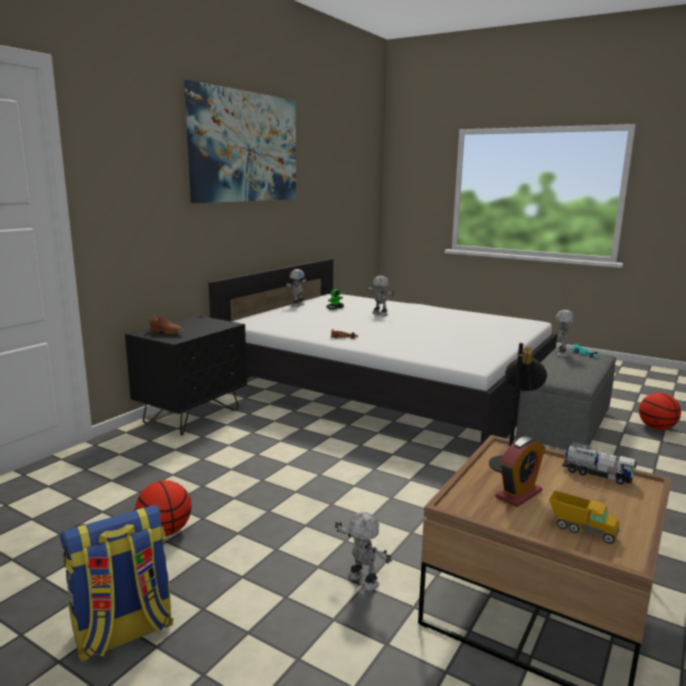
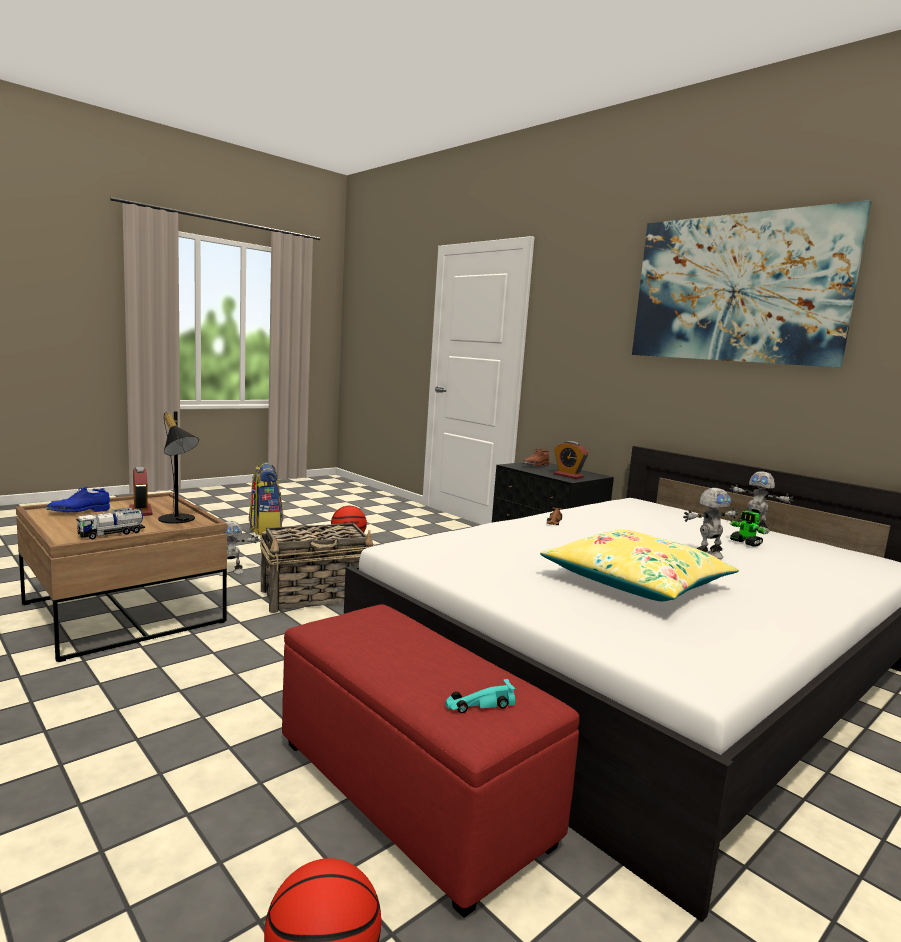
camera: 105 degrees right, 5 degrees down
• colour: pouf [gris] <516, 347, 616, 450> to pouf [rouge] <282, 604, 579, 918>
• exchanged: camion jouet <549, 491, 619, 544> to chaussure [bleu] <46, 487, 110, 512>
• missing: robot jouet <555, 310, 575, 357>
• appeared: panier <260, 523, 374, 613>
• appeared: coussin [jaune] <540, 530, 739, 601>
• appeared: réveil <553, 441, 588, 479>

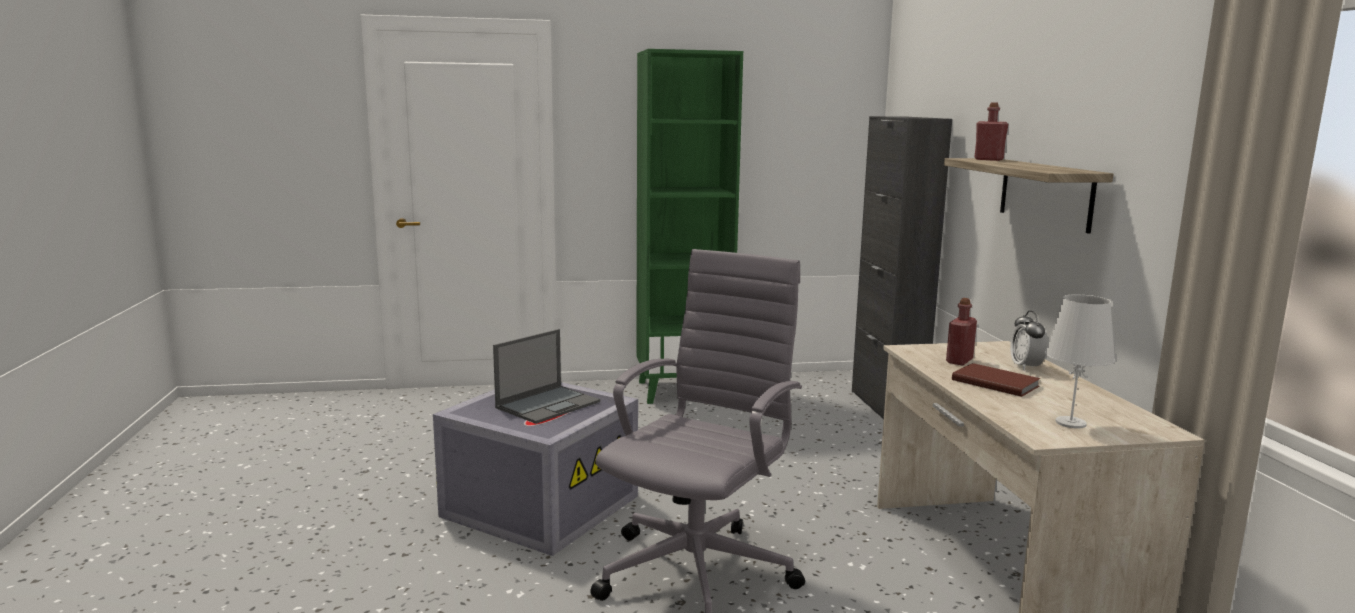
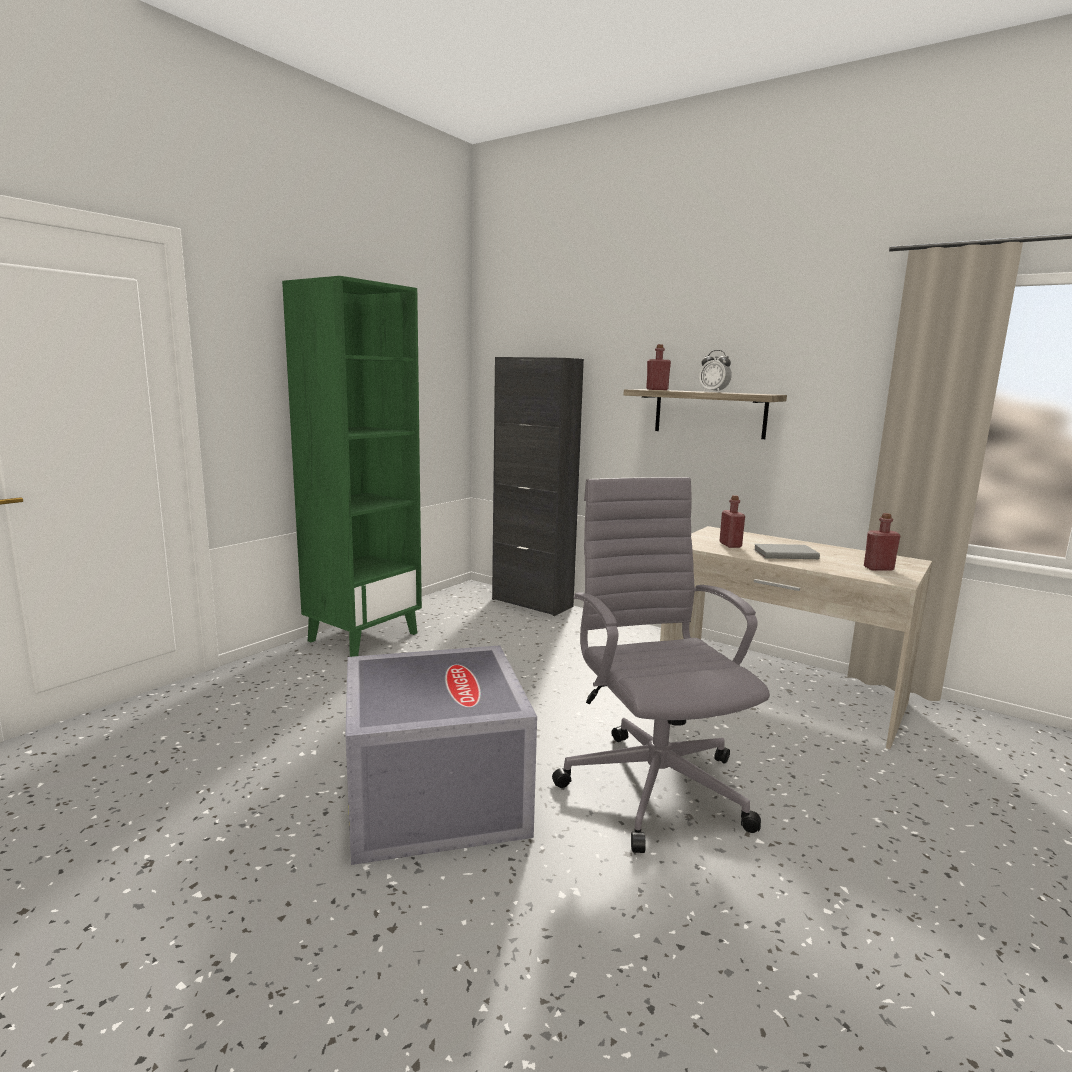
camera: 45 degrees left, 0 degrees up
• missing: ordinateur portable <493, 329, 600, 424>
• colour: livre [marron] <952, 363, 1041, 397> to livre [gris] <753, 544, 820, 559>
• relocated: réveil <1010, 311, 1047, 371> to <699, 350, 732, 392>
• exchanged: lampe de table [blanc] <1045, 294, 1115, 429> to bouteille [rouge] <864, 513, 901, 571>

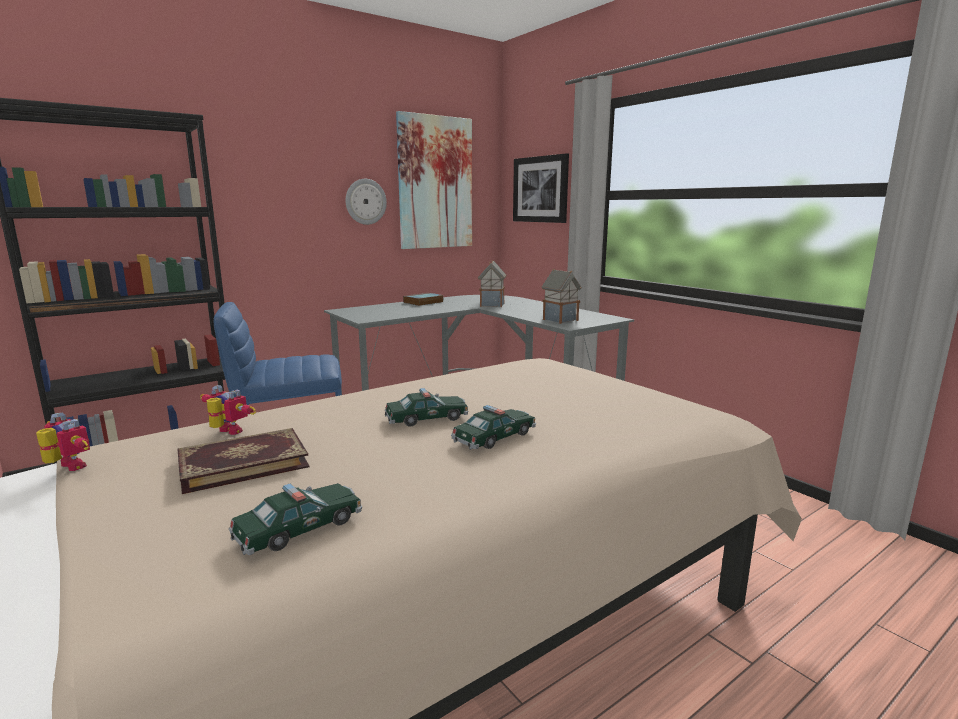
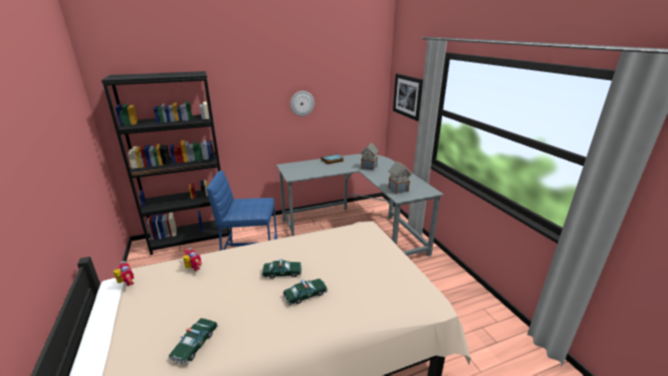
camera: 15 degrees right, 10 degrees up
• missing: livre <178, 428, 309, 494>
• spun: petite voiture <229, 483, 362, 555> = <169, 318, 218, 365> 135 degrees clockwise
• missing: tableau <396, 111, 472, 249>

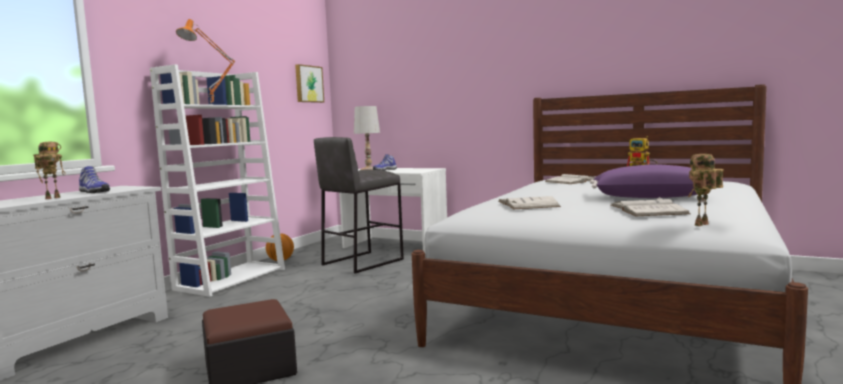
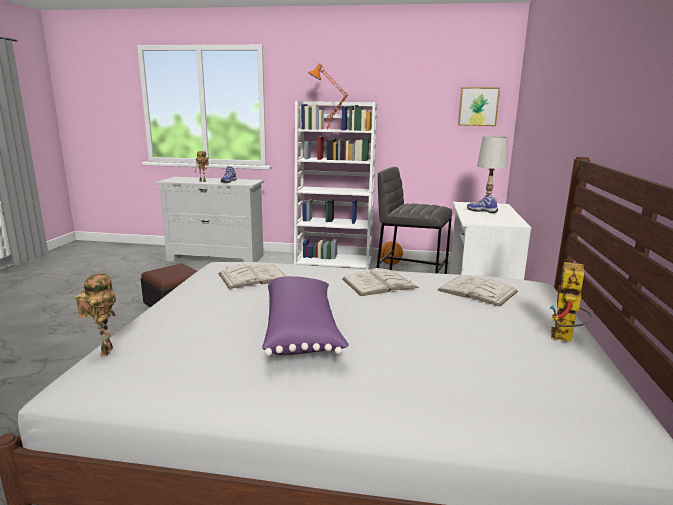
camera: 70 degrees right, 10 degrees up
• relocated: livre [blanc] <610, 197, 690, 216> to <342, 268, 419, 296>
• spun: robot jouet <688, 154, 724, 226> = <75, 273, 116, 356> 45 degrees clockwise

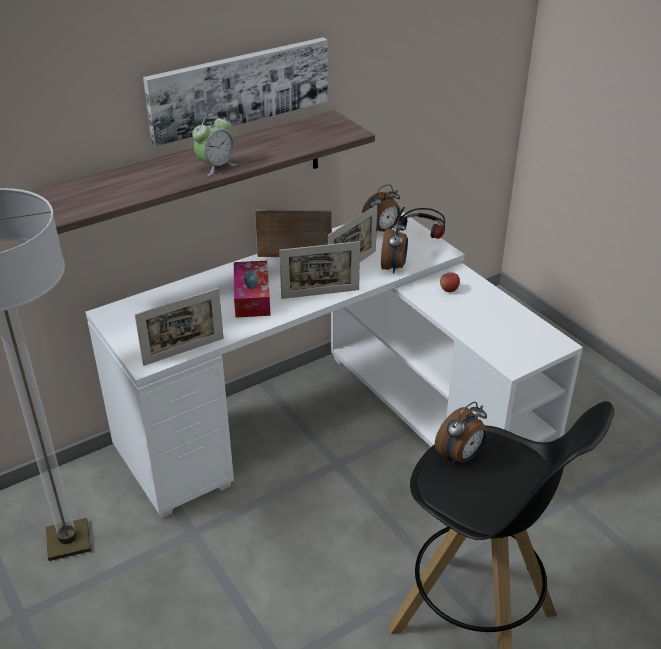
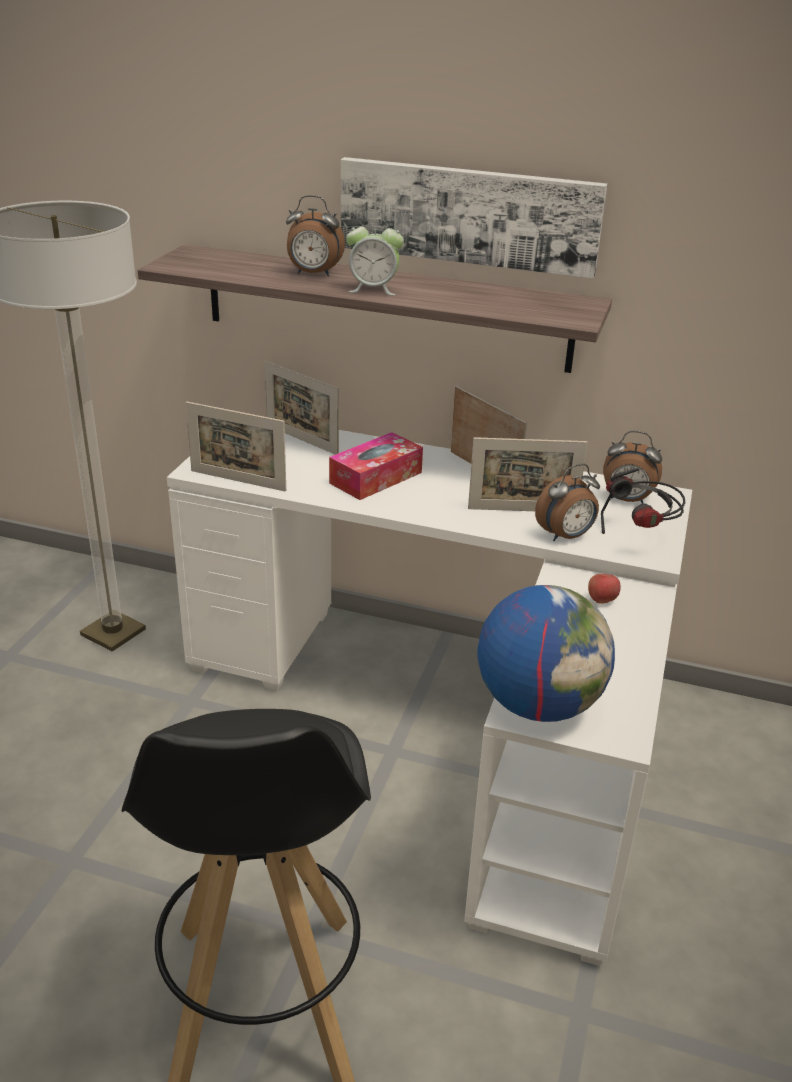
camera: 50 degrees right, 5 degrees down
• relocated: cadre photo <279, 241, 360, 299> to <265, 361, 339, 455>
• relocated: réveil <435, 402, 487, 465> to <286, 195, 345, 276>
• appeared: globe <477, 585, 615, 722>

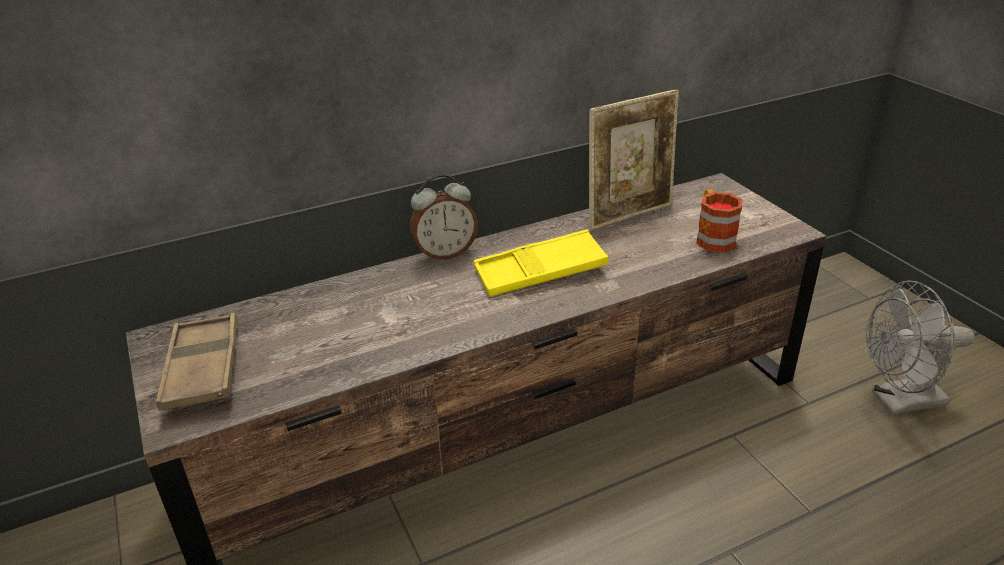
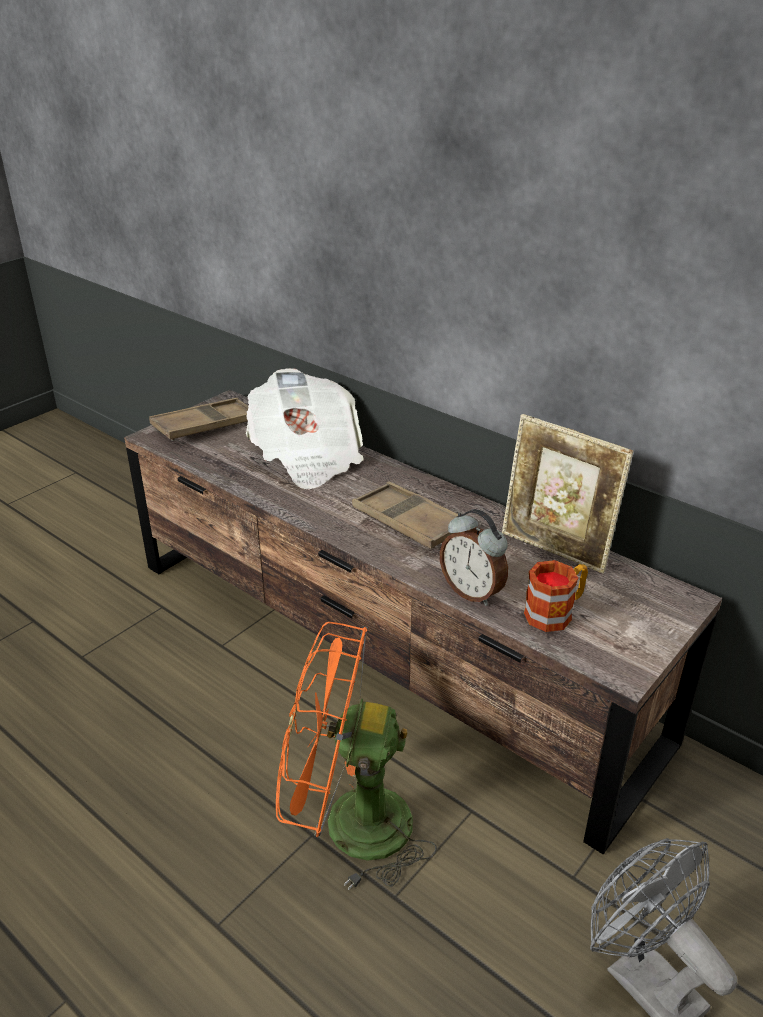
camera: 65 degrees right, 0 degrees up
• relocated: réveil <410, 174, 478, 261> to <440, 509, 508, 606>
• colour: plateau [jaune] <474, 229, 608, 297> to plateau [marron] <352, 482, 458, 549>
• appeared: journal <246, 368, 364, 490>
• appeared: ventilateur [orange] <276, 622, 437, 890>

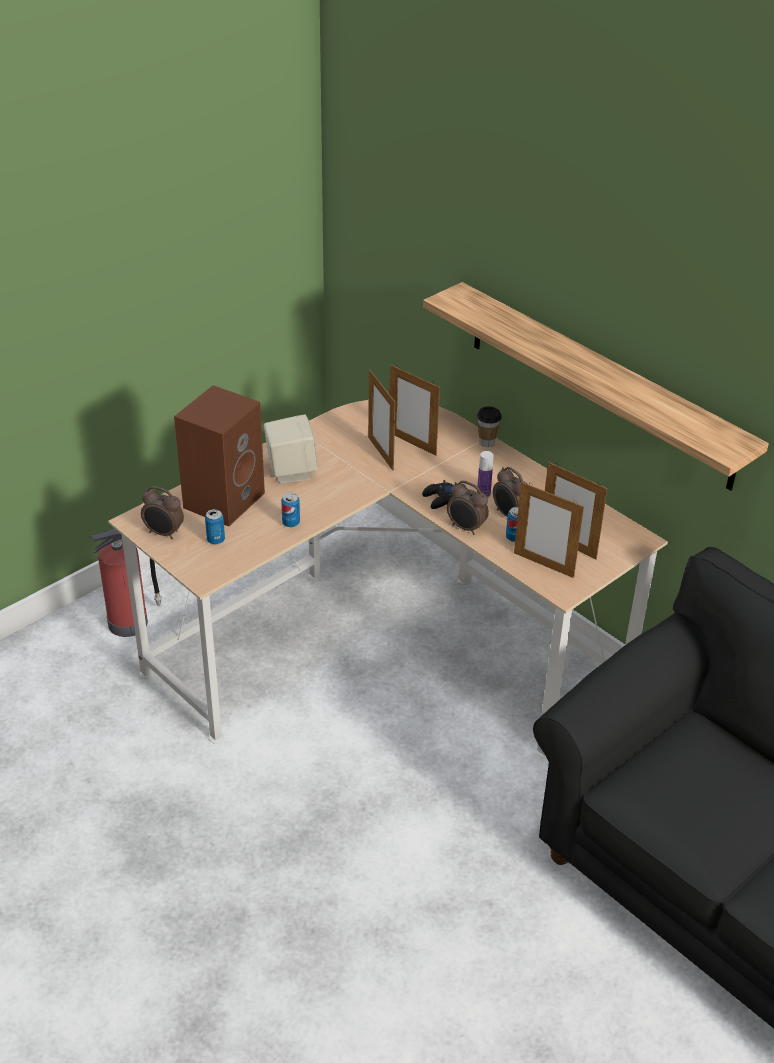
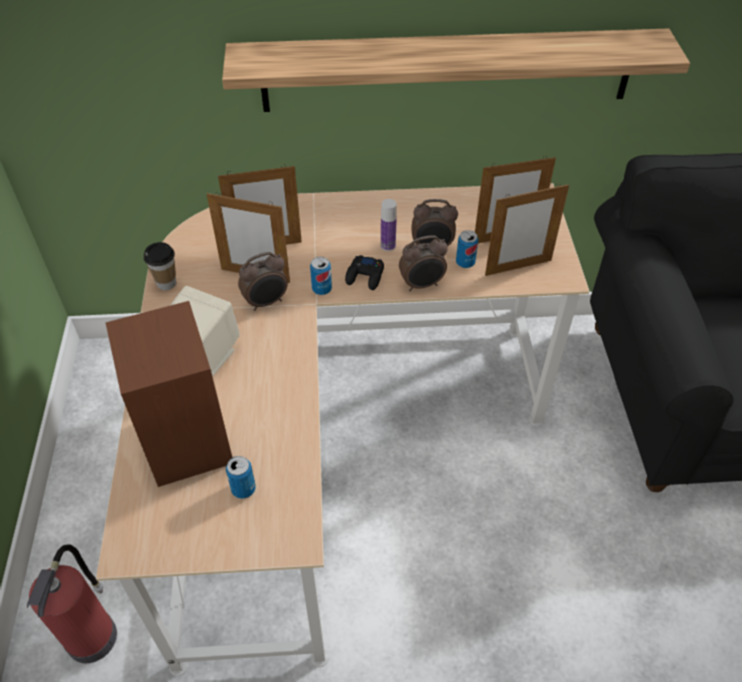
camera: 50 degrees left, 10 degrees up
• relocated: réveil <141, 486, 184, 539> to <238, 252, 288, 311>
• relocated: boîte métallique <281, 493, 300, 527> to <310, 257, 332, 295>
• relocated: tasse <477, 406, 502, 447> to <144, 242, 176, 290>

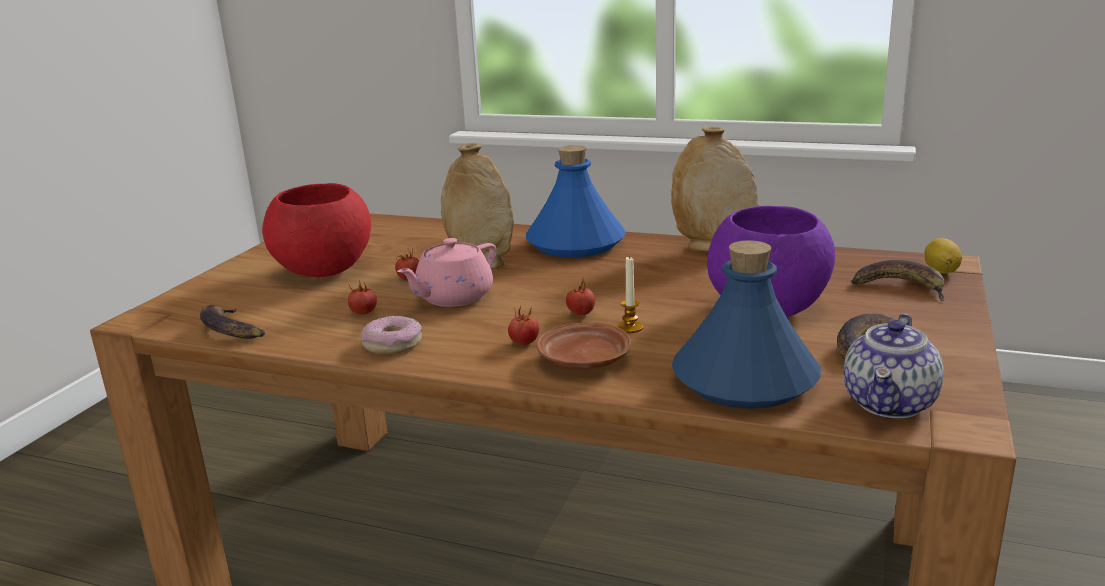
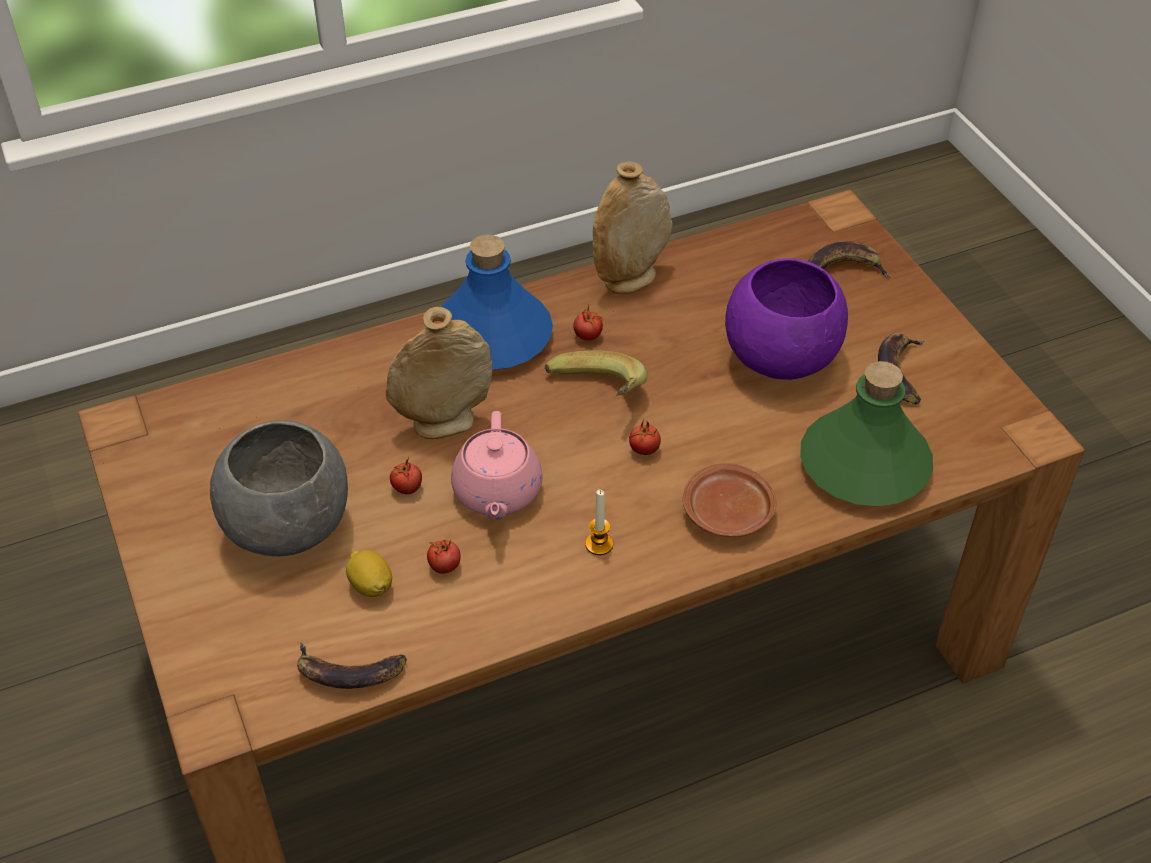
camera: 45 degrees left, 25 degrees up
• colour: bol [rouge] <262, 183, 371, 277> to bol [gris] <210, 420, 348, 556>
• missing: beignet <361, 316, 422, 354>
• relocated: tomate <508, 306, 539, 345> to <573, 304, 603, 341>
• relocated: bougie <617, 256, 643, 333> to <585, 490, 613, 555>
• colour: bouteille [bleu] <672, 240, 821, 409> to bouteille [vert] <800, 361, 933, 506>
• missing: théière <844, 314, 944, 418>
• relocated: citron <924, 238, 962, 273> to <346, 550, 392, 597>
• appeared: banane <545, 350, 647, 396>

